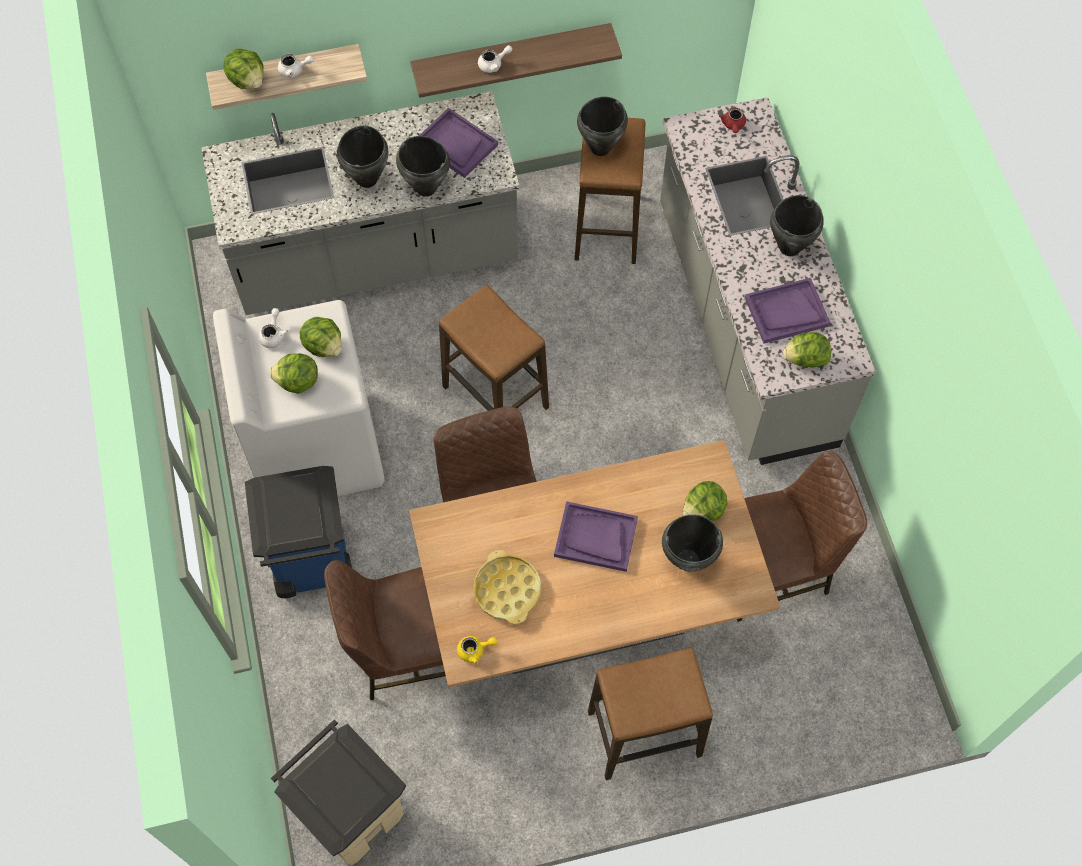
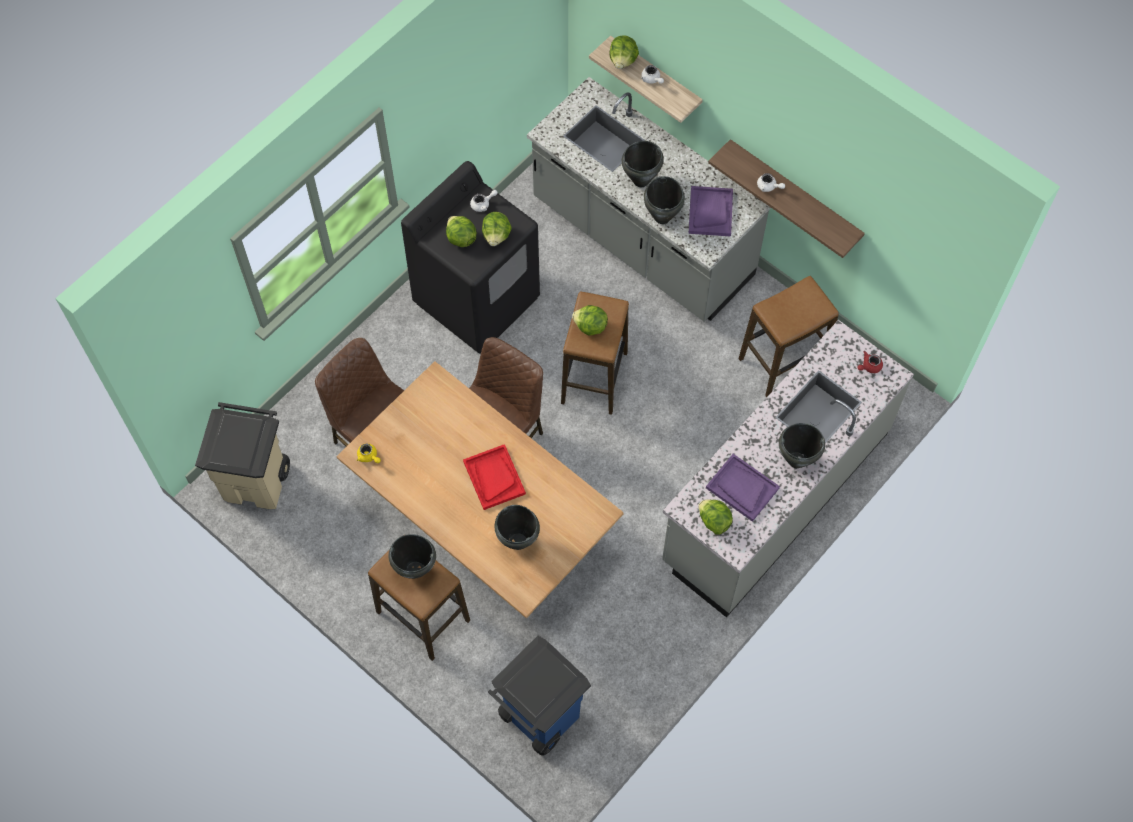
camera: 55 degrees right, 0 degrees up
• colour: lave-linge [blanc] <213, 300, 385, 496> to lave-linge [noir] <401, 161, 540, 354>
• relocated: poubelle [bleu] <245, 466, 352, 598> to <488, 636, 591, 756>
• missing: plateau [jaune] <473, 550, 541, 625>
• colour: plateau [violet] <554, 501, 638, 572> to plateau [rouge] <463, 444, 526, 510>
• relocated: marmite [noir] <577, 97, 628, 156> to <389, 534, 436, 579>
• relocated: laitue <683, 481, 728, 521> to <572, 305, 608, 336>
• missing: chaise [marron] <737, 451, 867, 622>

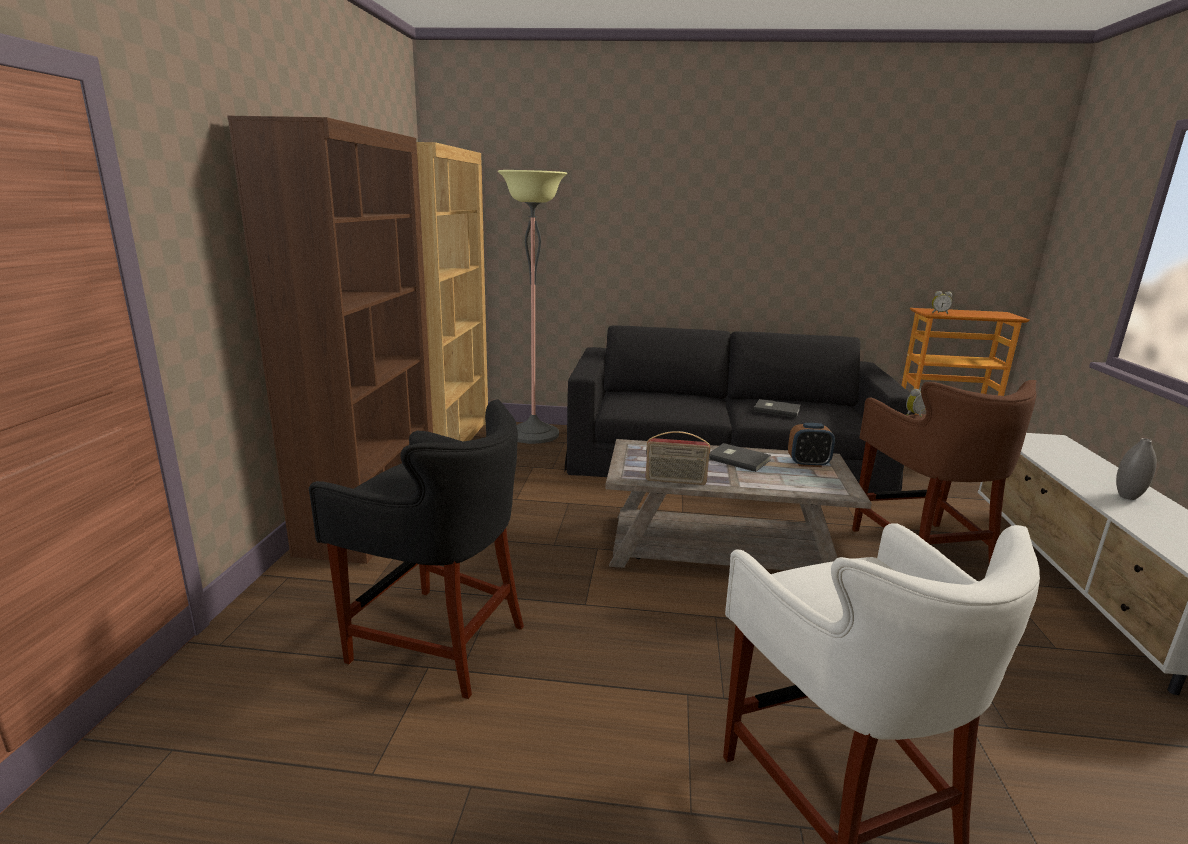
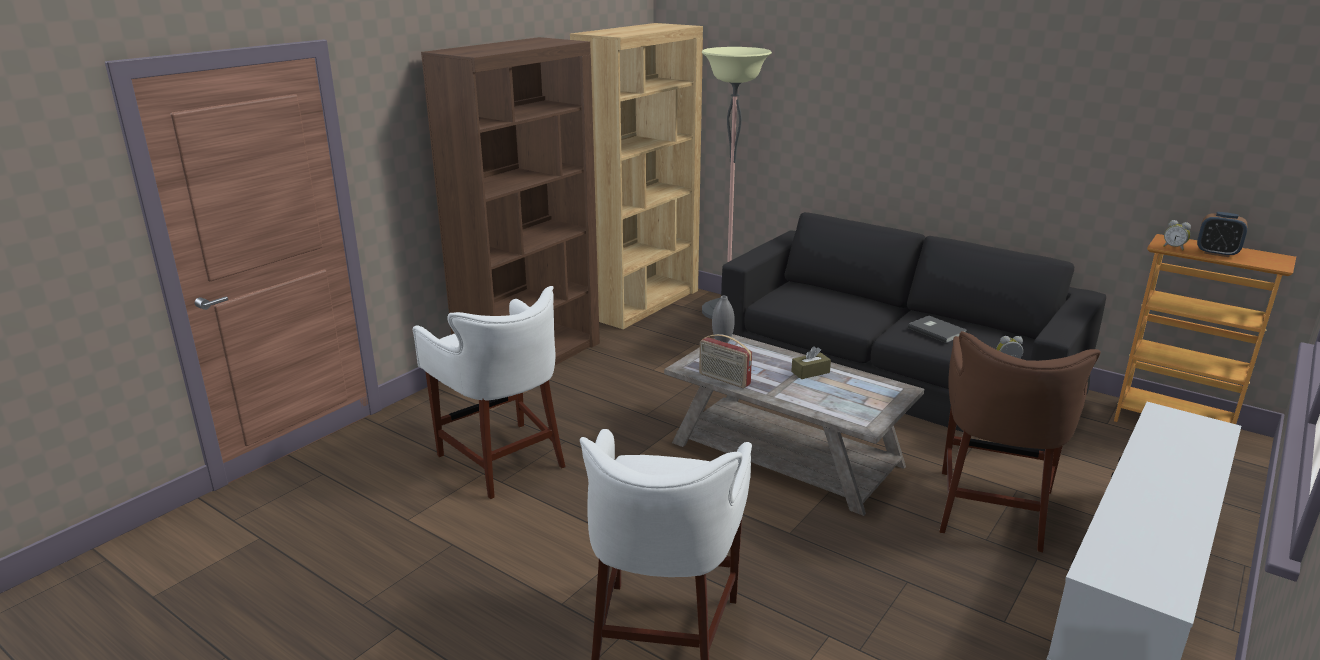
camera: 30 degrees right, 5 degrees up
• colour: tabouret [noir] <309, 399, 524, 699> to tabouret [blanc] <412, 286, 566, 499>
• exchanged: livre [gris] <710, 443, 771, 472> to boîte à mouchoirs [marron] <791, 346, 831, 379>
• relocated: réveil <788, 423, 835, 467> to <1197, 212, 1248, 257>
• relocated: vase [gris] <1116, 438, 1157, 500> to <712, 296, 735, 343>

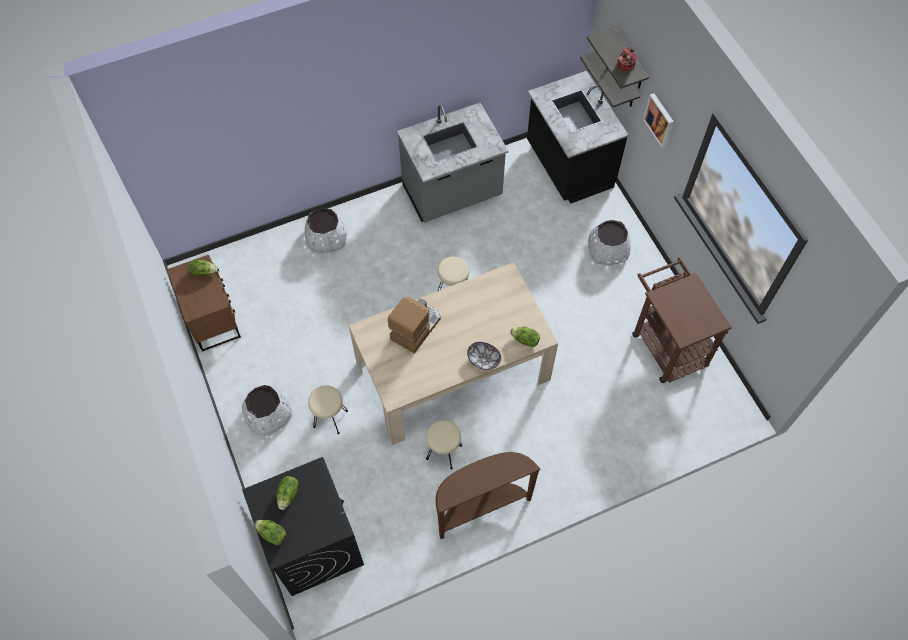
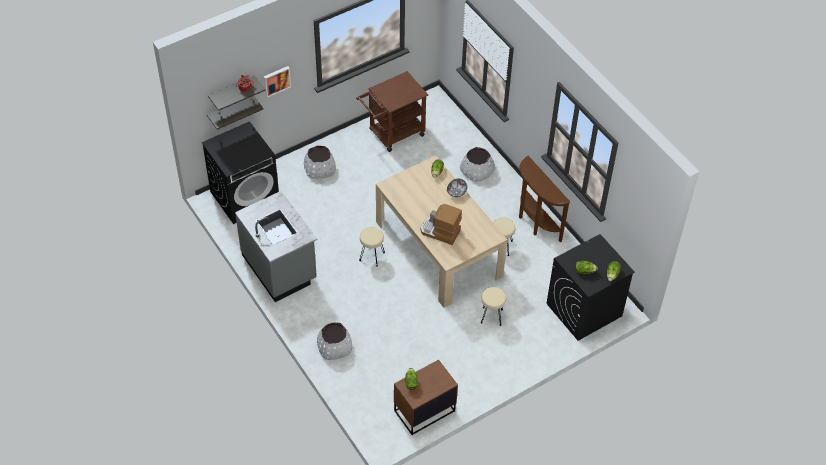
camera: 100 degrees left, 10 degrees down
• relocated: cache-pot [blanc] <242, 385, 292, 436> to <460, 147, 495, 182>
• exchanged: comptoir de cuisine [noir] <527, 71, 629, 204> to lave-linge [noir] <202, 121, 279, 224>

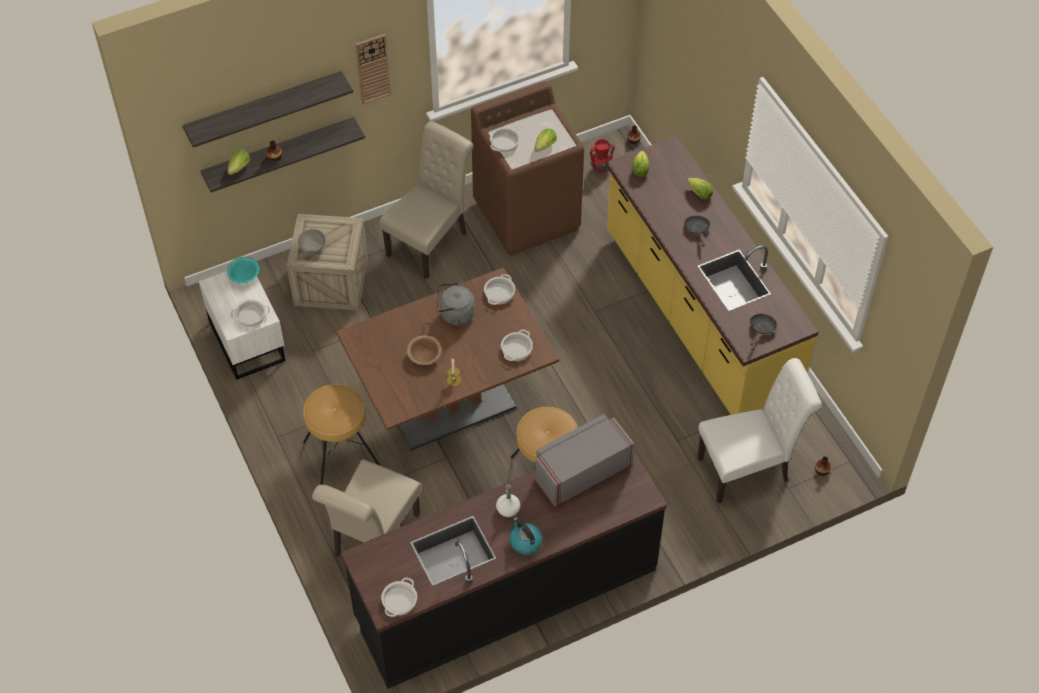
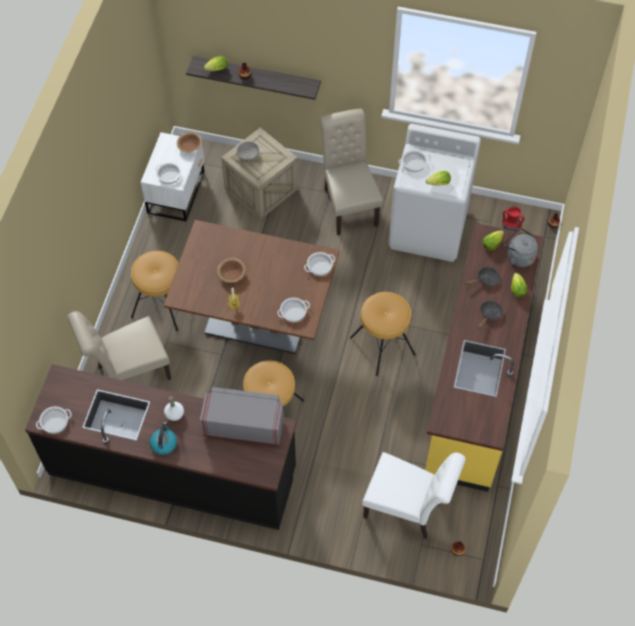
camera: 40 degrees right, 5 degrees up
• missing: étagère <182, 71, 353, 148>
• colour: bol [turquoise] <227, 257, 259, 284> to bol [marron] <177, 132, 202, 153>
• missing: horloge murale <356, 34, 391, 104>
• spun: chaise [beige] <379, 121, 473, 279> = <320, 109, 383, 235> 90 degrees counterclockwise
• relocated: bouilloire [gris] <436, 283, 475, 326> to <504, 228, 538, 267>
• colour: lave-linge [marron] <471, 81, 584, 256> to lave-linge [blanc] <389, 124, 481, 262>
• relocated: poêle [noir] <750, 314, 777, 346> to <465, 267, 500, 286>
• appeared: tabouret [marron] <350, 292, 416, 376>

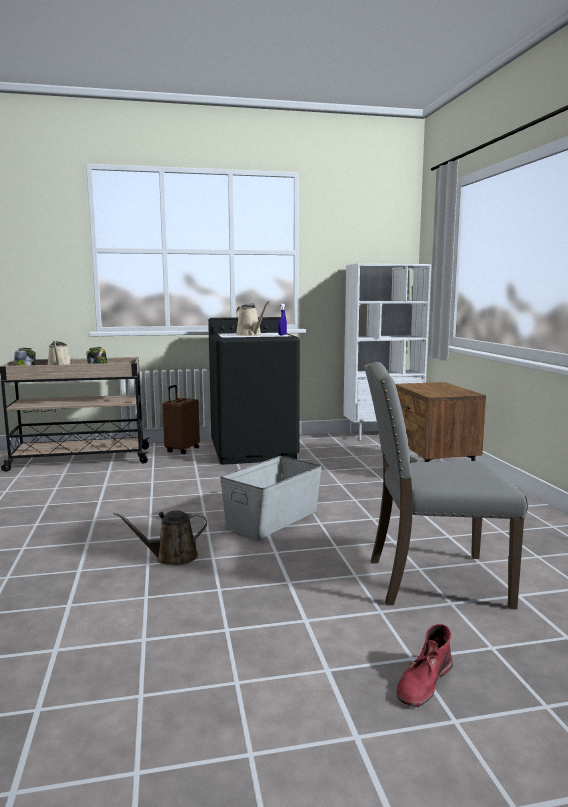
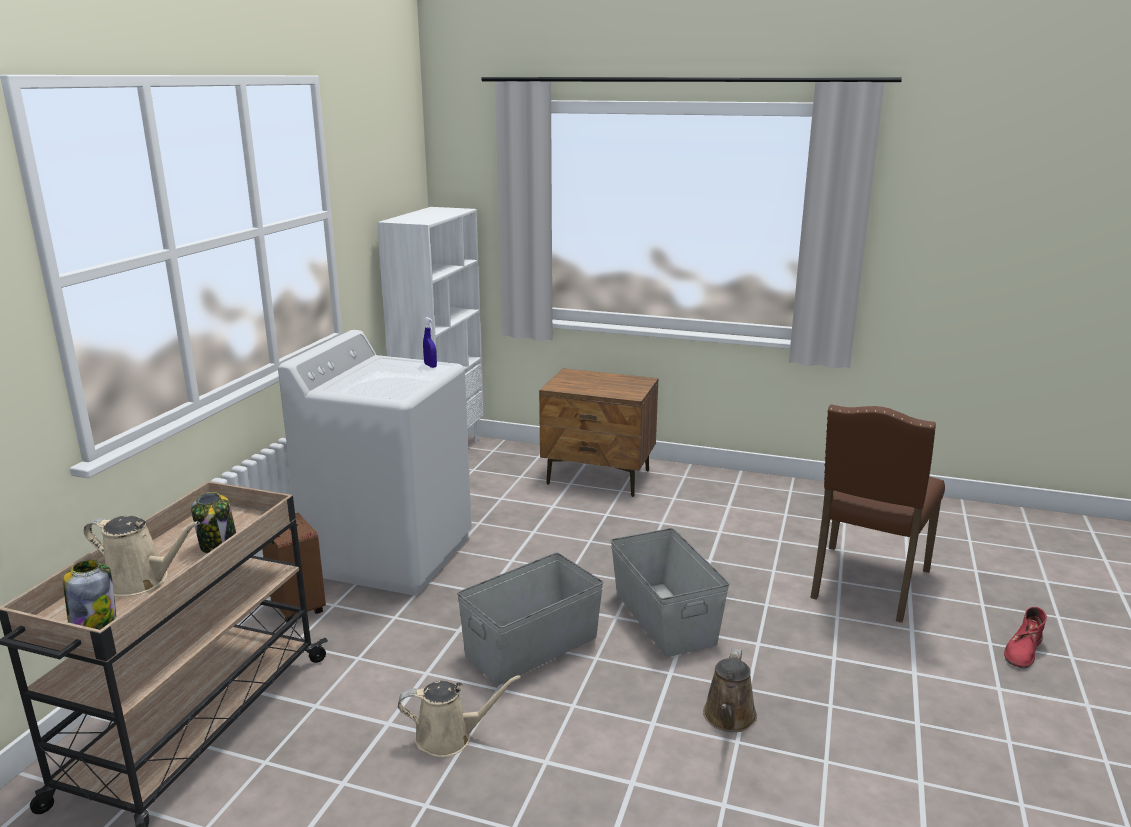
camera: 60 degrees left, 10 degrees up
• colour: lave-linge [noir] <208, 317, 300, 465> to lave-linge [blanc] <278, 330, 472, 596>
• relocated: arrosoir [beige] <236, 301, 269, 336> to <398, 675, 521, 757>
• colour: chaise [gris] <364, 362, 528, 609> to chaise [marron] <810, 404, 945, 623>
• spun: botte [rouge] <397, 624, 453, 707> = <1004, 607, 1047, 668> 60 degrees clockwise
• appeared: boîte de rangement [gris] <457, 553, 603, 685>

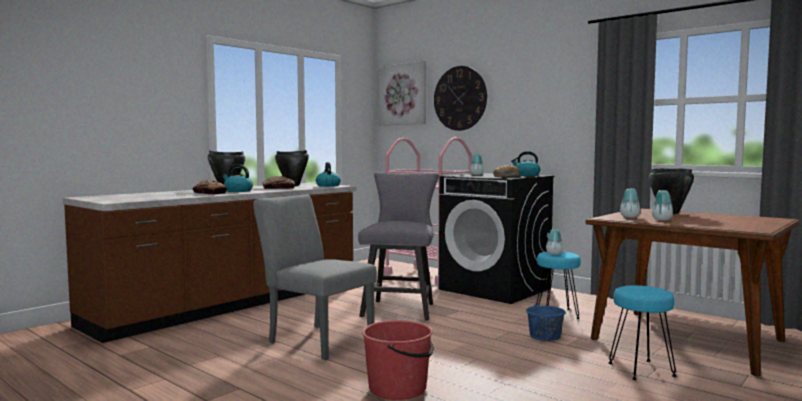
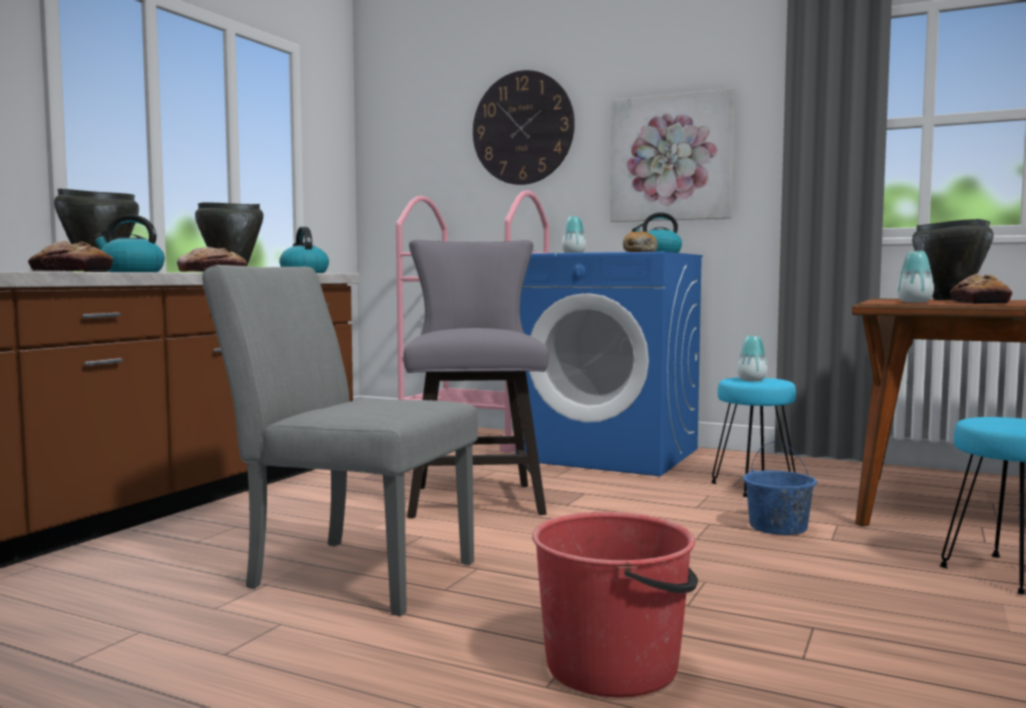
camera: 15 degrees left, 0 degrees up
• relocated: tableau <379, 61, 426, 125> to <610, 88, 735, 222>
• colour: lave-linge [noir] <439, 173, 555, 304> to lave-linge [bleu] <520, 252, 703, 476>
• exchanged: vase <652, 190, 673, 221> to pain <950, 274, 1013, 304>

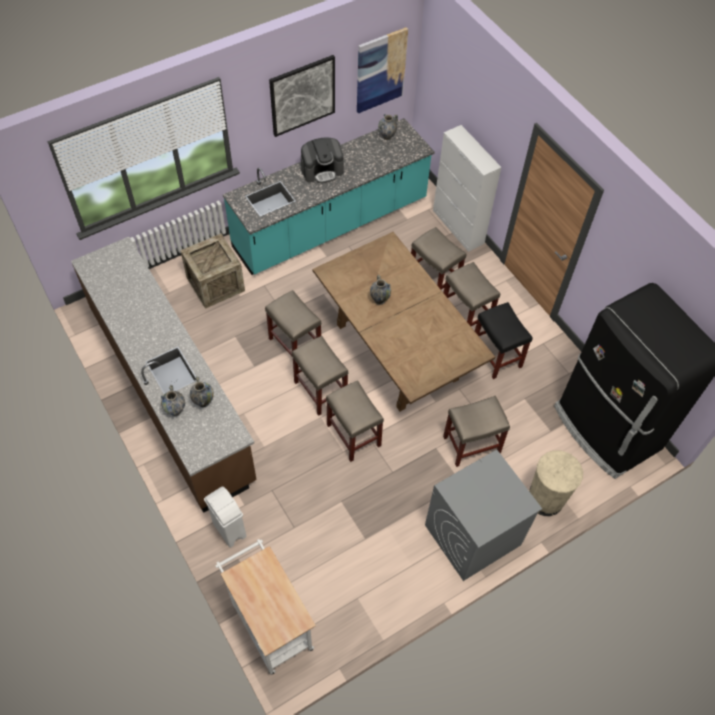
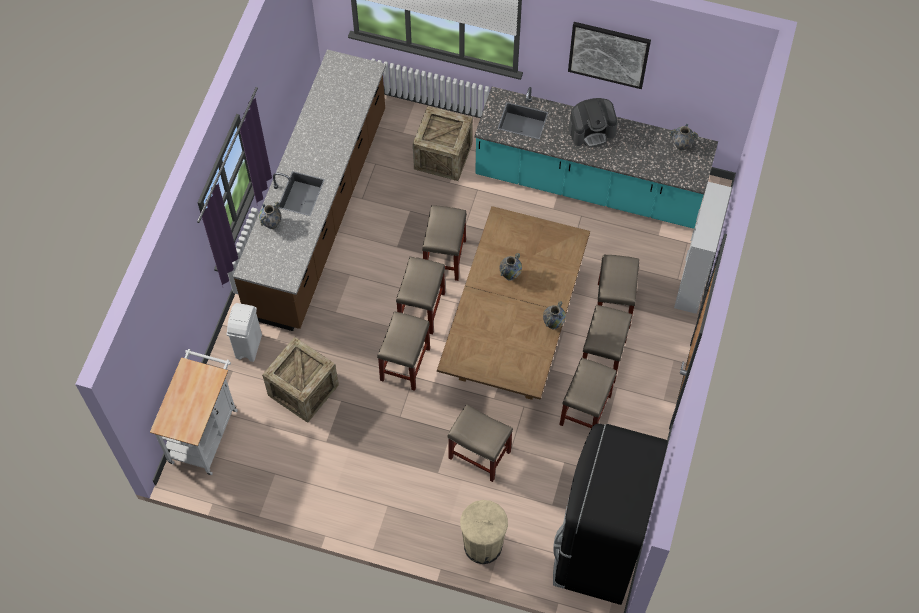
camera: 50 degrees right, 5 degrees up
• relocated: vase <190, 377, 214, 407> to <543, 301, 566, 329>
• spun: machine à café <301, 138, 344, 183> = <568, 98, 617, 148> 45 degrees counterclockwise
• missing: tableau <357, 27, 408, 113>
• missing: lave-linge [gris] <425, 450, 542, 581>
• colour: tabouret [noir] <475, 302, 533, 379> to tabouret [beige] <559, 358, 617, 428>
• appeared: caisse <262, 337, 339, 423>

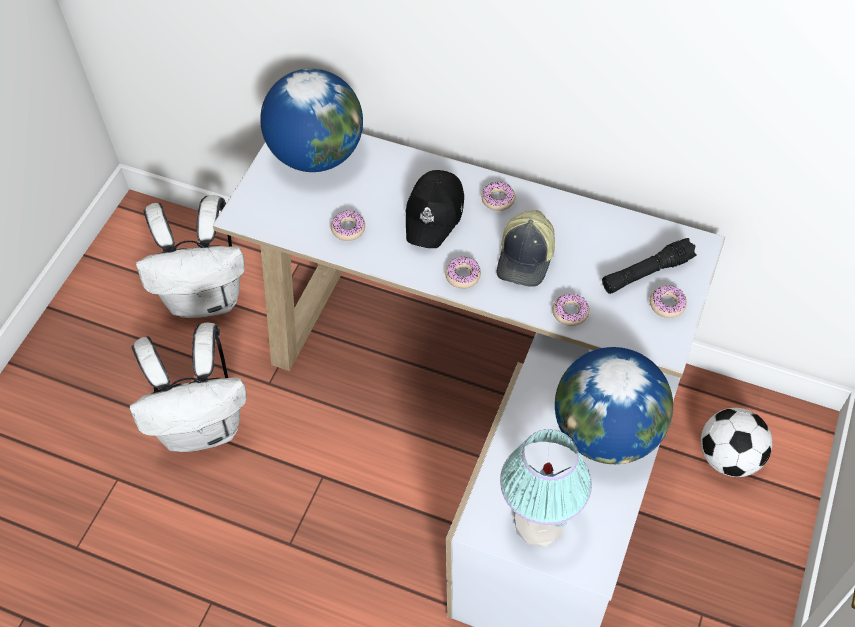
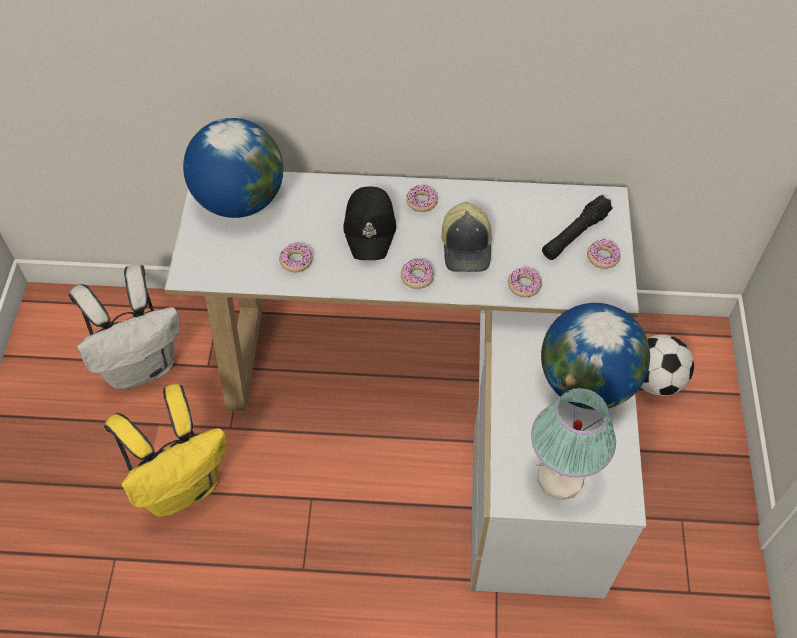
camera: 20 degrees left, 0 degrees up
• colour: sac à dos [blanc] <130, 322, 247, 452> to sac à dos [jaune] <104, 384, 227, 517>

